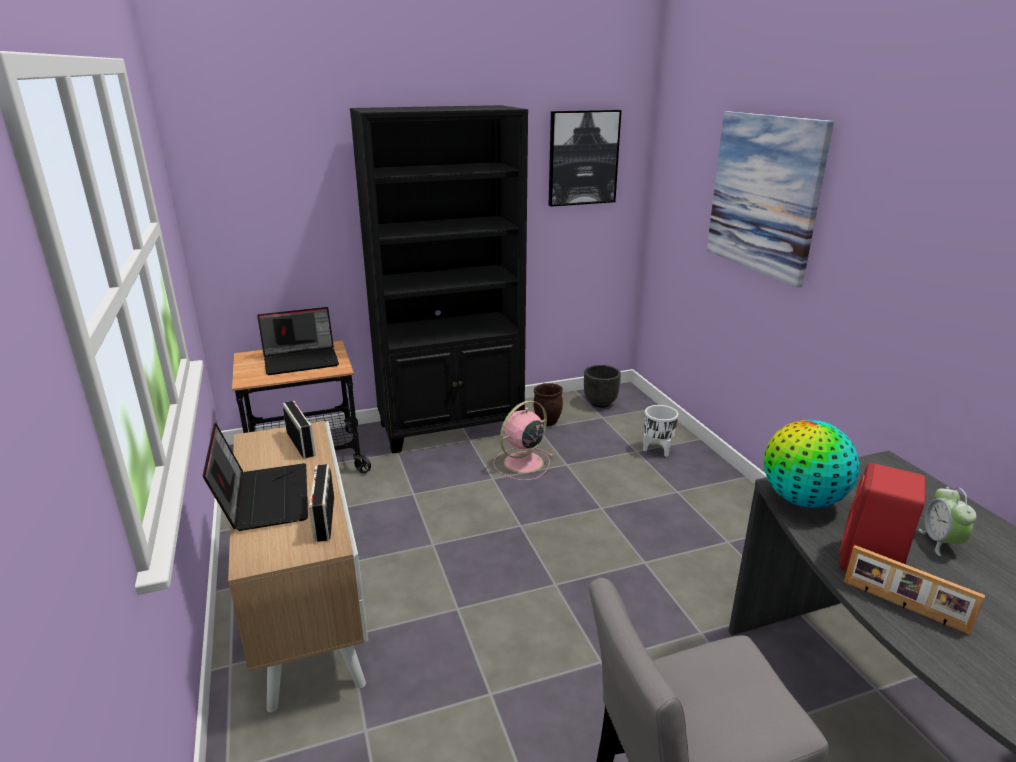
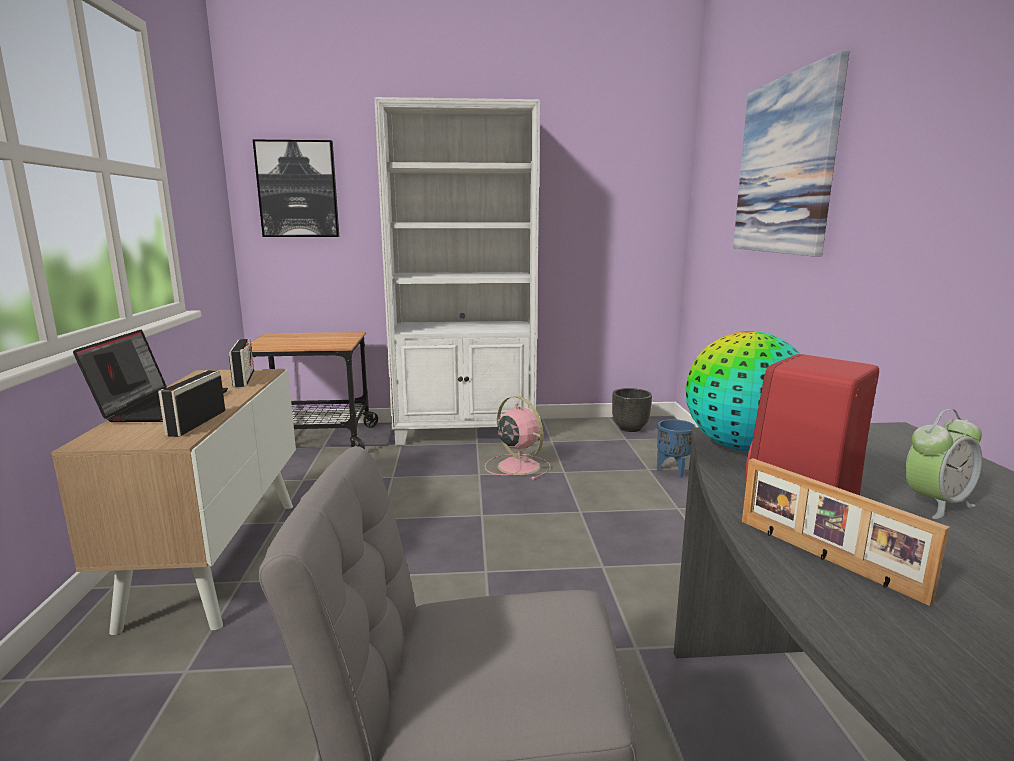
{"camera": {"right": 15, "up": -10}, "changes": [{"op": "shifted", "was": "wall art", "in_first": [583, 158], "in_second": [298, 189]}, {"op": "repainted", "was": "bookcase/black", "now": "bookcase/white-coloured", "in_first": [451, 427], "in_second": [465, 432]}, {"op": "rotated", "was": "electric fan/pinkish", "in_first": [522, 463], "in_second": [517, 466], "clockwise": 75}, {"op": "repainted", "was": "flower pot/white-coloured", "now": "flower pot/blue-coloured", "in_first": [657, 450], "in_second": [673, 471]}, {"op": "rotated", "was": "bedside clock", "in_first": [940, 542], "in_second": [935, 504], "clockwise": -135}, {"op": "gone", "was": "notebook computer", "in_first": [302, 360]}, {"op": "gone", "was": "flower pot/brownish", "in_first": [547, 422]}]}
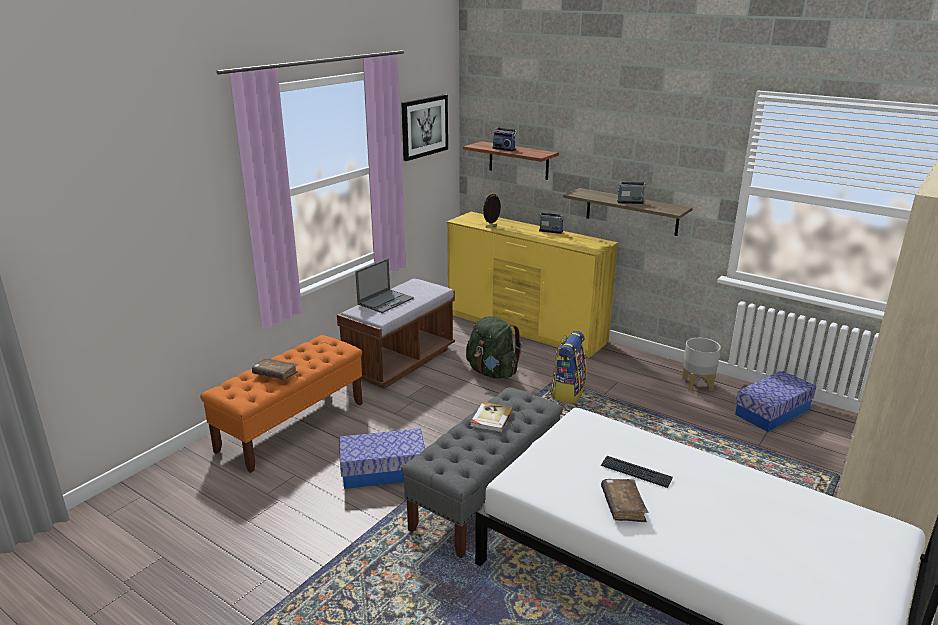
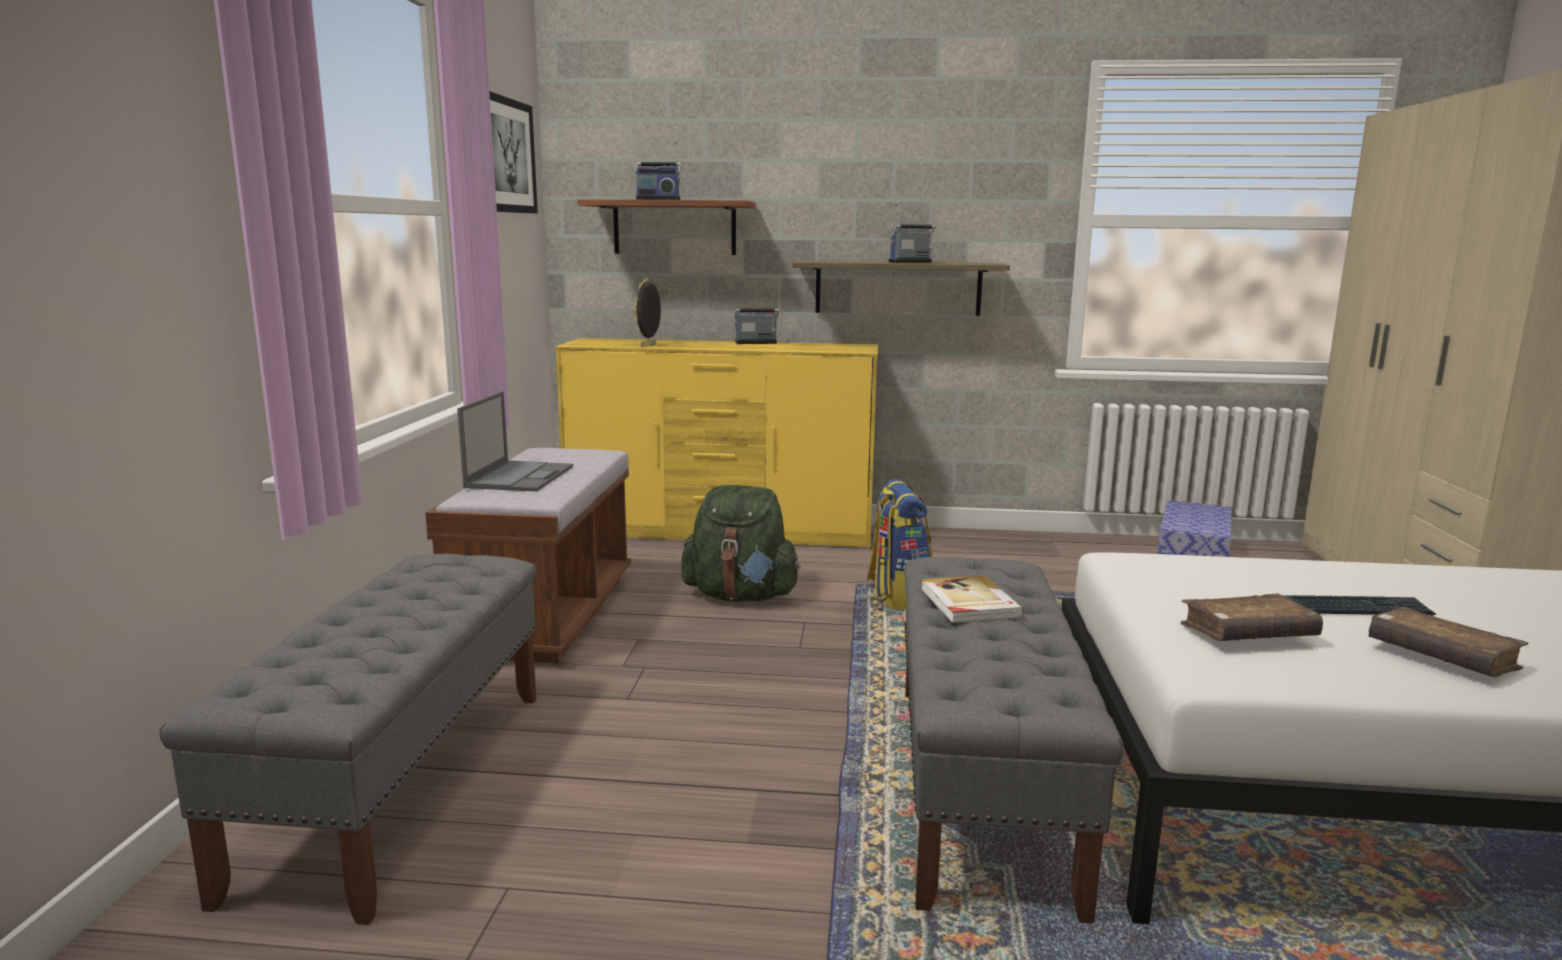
{"camera": {"right": -30, "up": -10}, "changes": [{"op": "repainted", "was": "indoor bench/orange", "now": "indoor bench/gray", "in_first": [292, 426], "in_second": [400, 784]}, {"op": "shifted", "was": "book/brownish", "in_first": [275, 374], "in_second": [1248, 634]}, {"op": "gone", "was": "storage bin", "in_first": [383, 471]}, {"op": "gone", "was": "flower pot/gray", "in_first": [697, 384]}]}
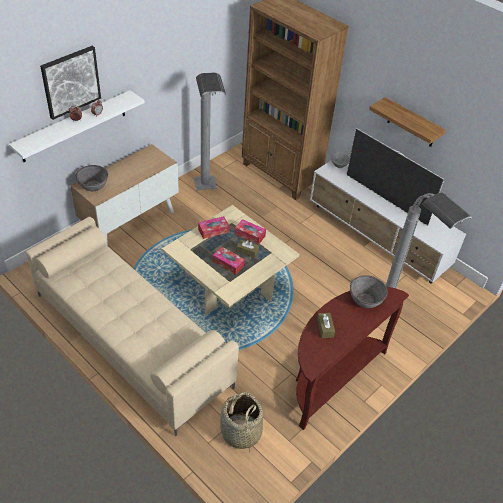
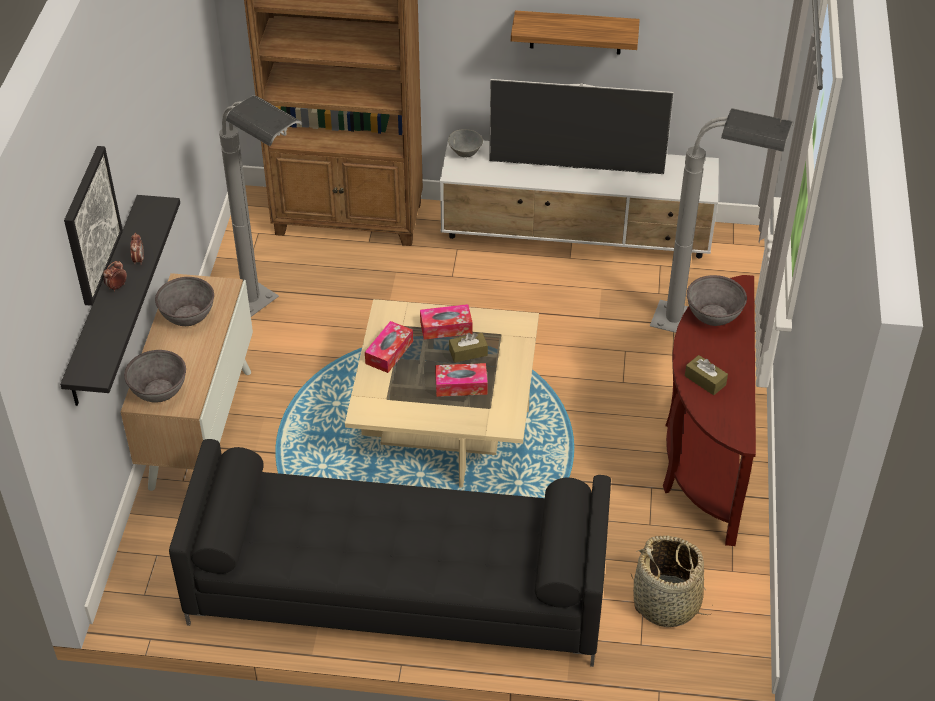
{"camera": {"right": -35, "up": 0}, "changes": [{"op": "repainted", "was": "wall shelf/white-coloured", "now": "wall shelf/black", "in_first": [74, 126], "in_second": [104, 302]}, {"op": "new", "now": "bowl/gray", "in_second": [188, 315]}, {"op": "repainted", "was": "couch/beige", "now": "couch/black", "in_first": [130, 340], "in_second": [396, 591]}]}
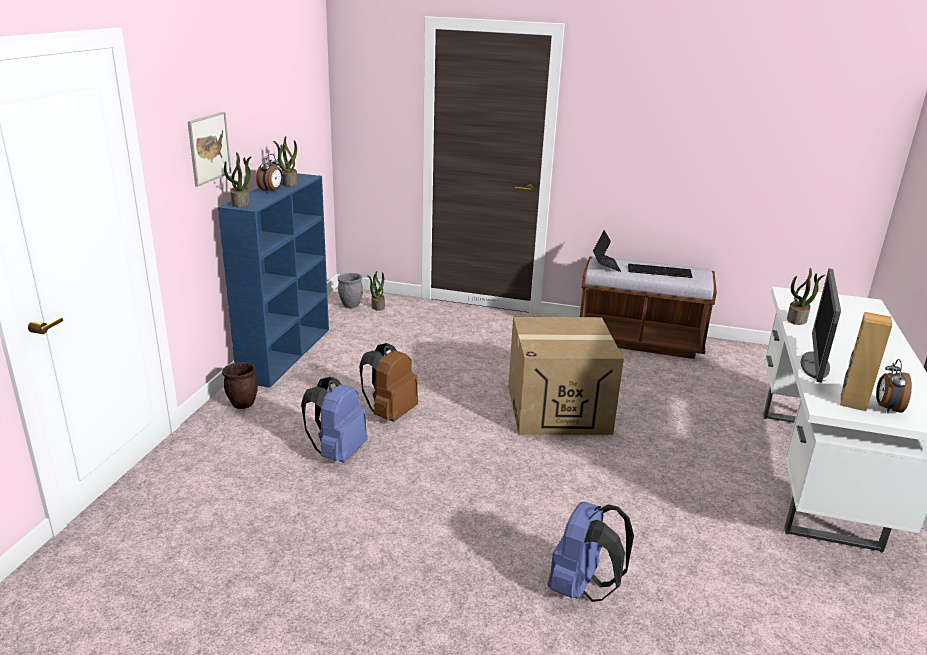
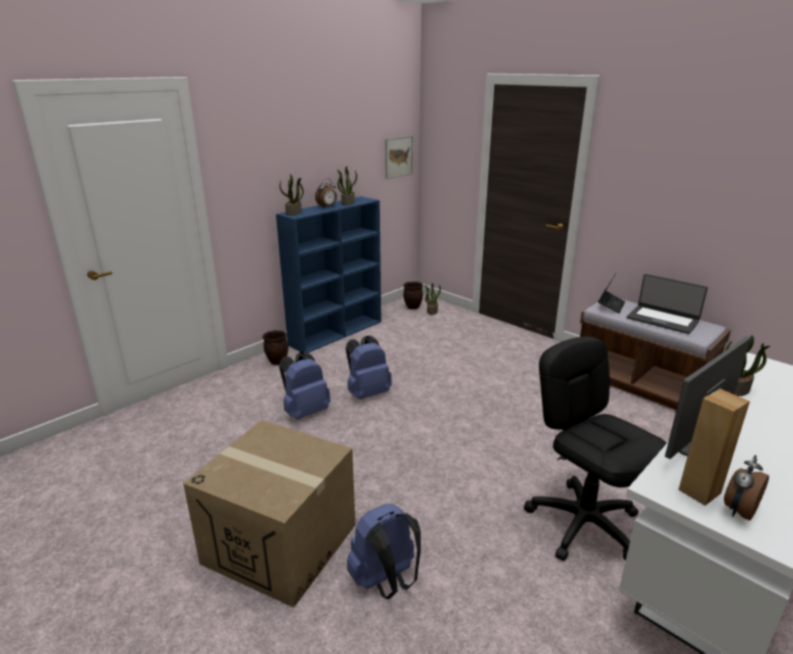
{"camera": {"right": 30, "up": 0}, "changes": [{"op": "shifted", "was": "carton", "in_first": [558, 409], "in_second": [281, 543]}, {"op": "repainted", "was": "backpack/brownish", "now": "backpack/blue-coloured", "in_first": [390, 413], "in_second": [367, 393]}, {"op": "shifted", "was": "wall art", "in_first": [209, 148], "in_second": [398, 157]}, {"op": "repainted", "was": "flower pot/gray", "now": "flower pot/brownish", "in_first": [350, 305], "in_second": [413, 307]}, {"op": "new", "now": "desk chair/black", "in_second": [583, 523]}, {"op": "swapped", "was": "keyboard", "now": "notebook computer", "in_first": [660, 271], "in_second": [662, 319]}]}
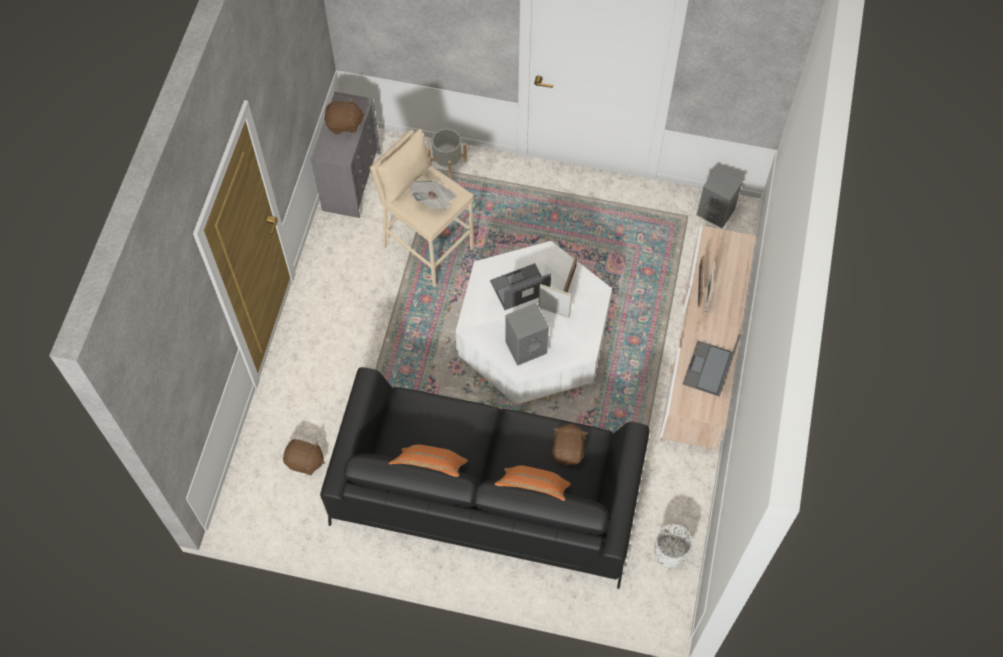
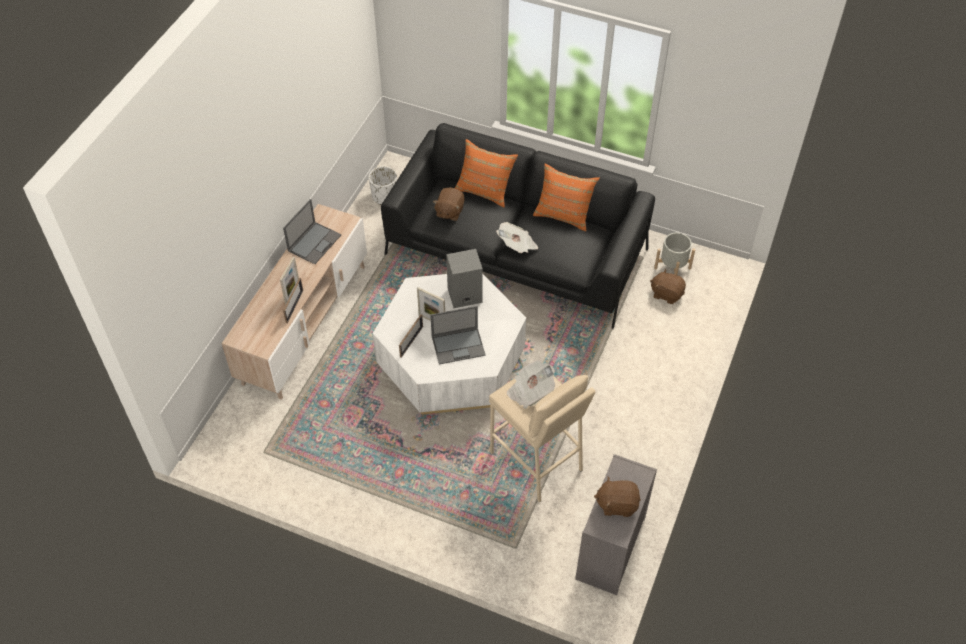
{"camera": {"right": -170, "up": -10}, "changes": [{"op": "new", "now": "printed paper", "in_second": [517, 245]}, {"op": "shifted", "was": "flower pot/gray", "in_first": [447, 164], "in_second": [672, 268]}, {"op": "gone", "was": "speaker/gray", "in_first": [716, 212]}]}
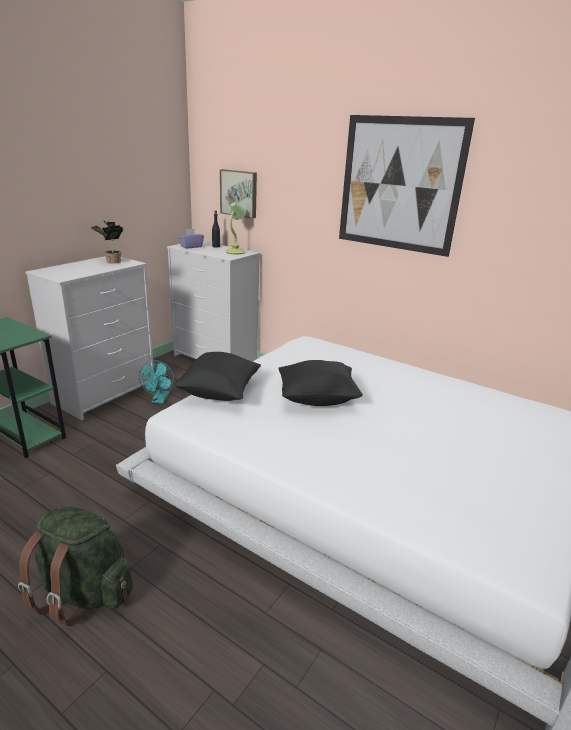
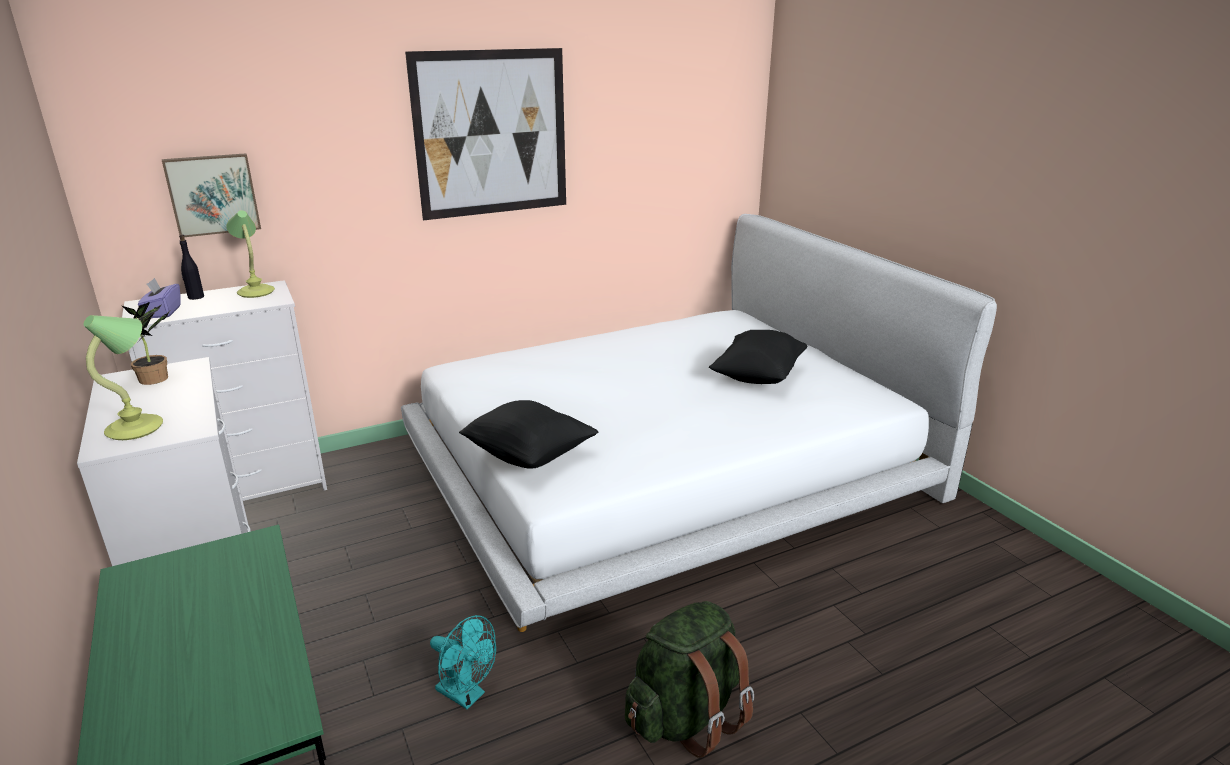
{"camera": {"right": -60, "up": 0}, "changes": [{"op": "new", "now": "table lamp", "in_second": [137, 428]}, {"op": "shifted", "was": "electric fan/turquoise-coloured", "in_first": [159, 400], "in_second": [466, 695]}, {"op": "shifted", "was": "pillow/black", "in_first": [317, 399], "in_second": [757, 376]}]}
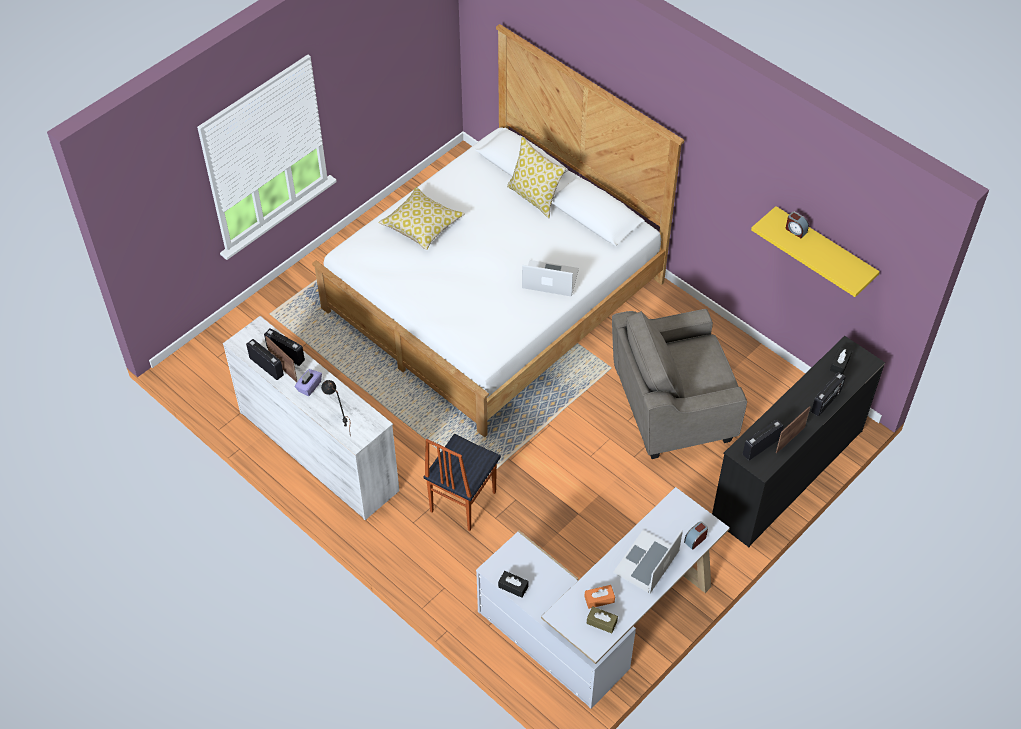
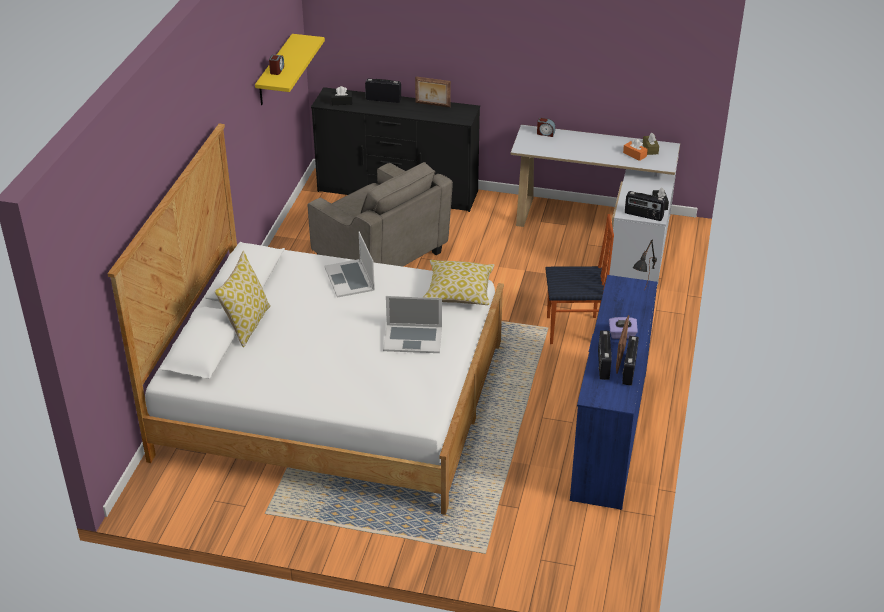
{"camera": {"right": -120, "up": -15}, "changes": [{"op": "shifted", "was": "notebook computer", "in_first": [647, 562], "in_second": [413, 338]}, {"op": "shifted", "was": "pillow", "in_first": [422, 226], "in_second": [458, 292]}, {"op": "repainted", "was": "dresser/white-coloured", "now": "dresser/blue-coloured", "in_first": [318, 450], "in_second": [608, 435]}, {"op": "shifted", "was": "radio receiver", "in_first": [760, 446], "in_second": [643, 215]}]}
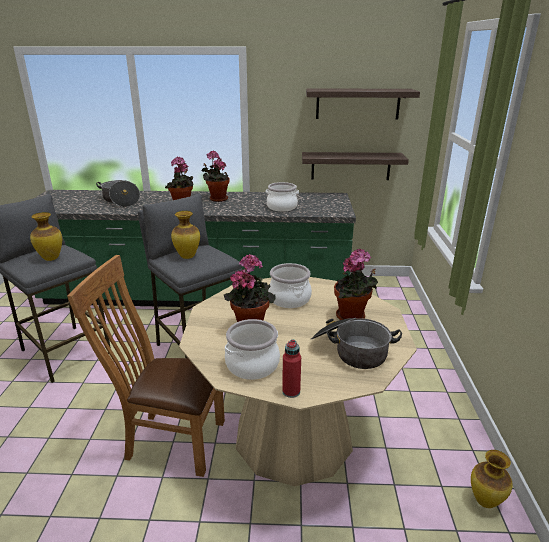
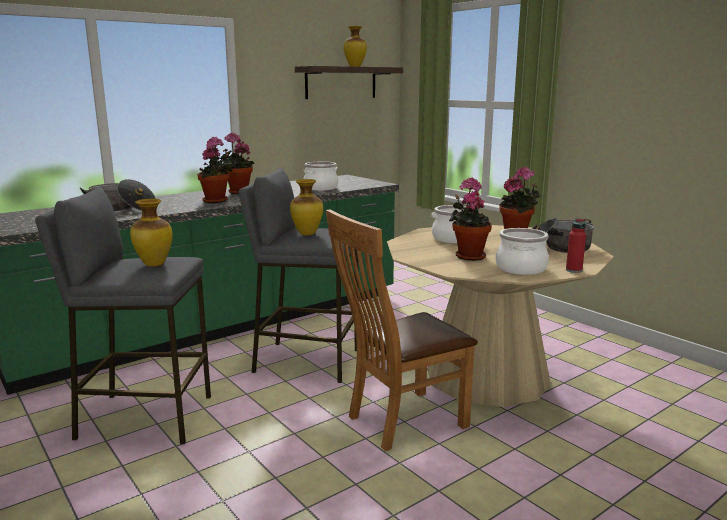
{"camera": {"right": -40, "up": -10}, "changes": [{"op": "shifted", "was": "decorative vase", "in_first": [485, 502], "in_second": [355, 66]}, {"op": "gone", "was": "wall shelf", "in_first": [350, 166]}]}
